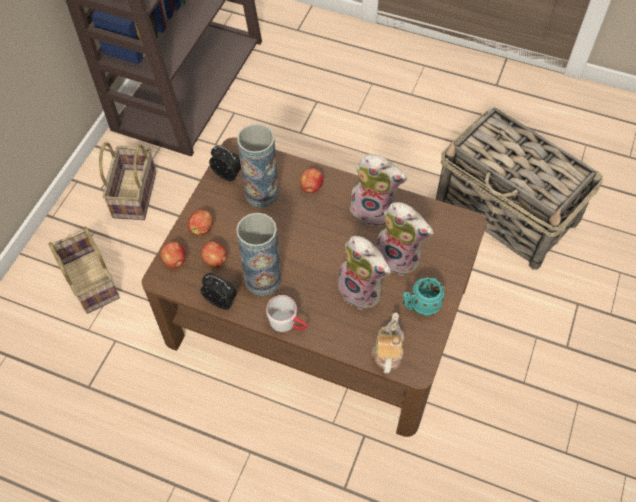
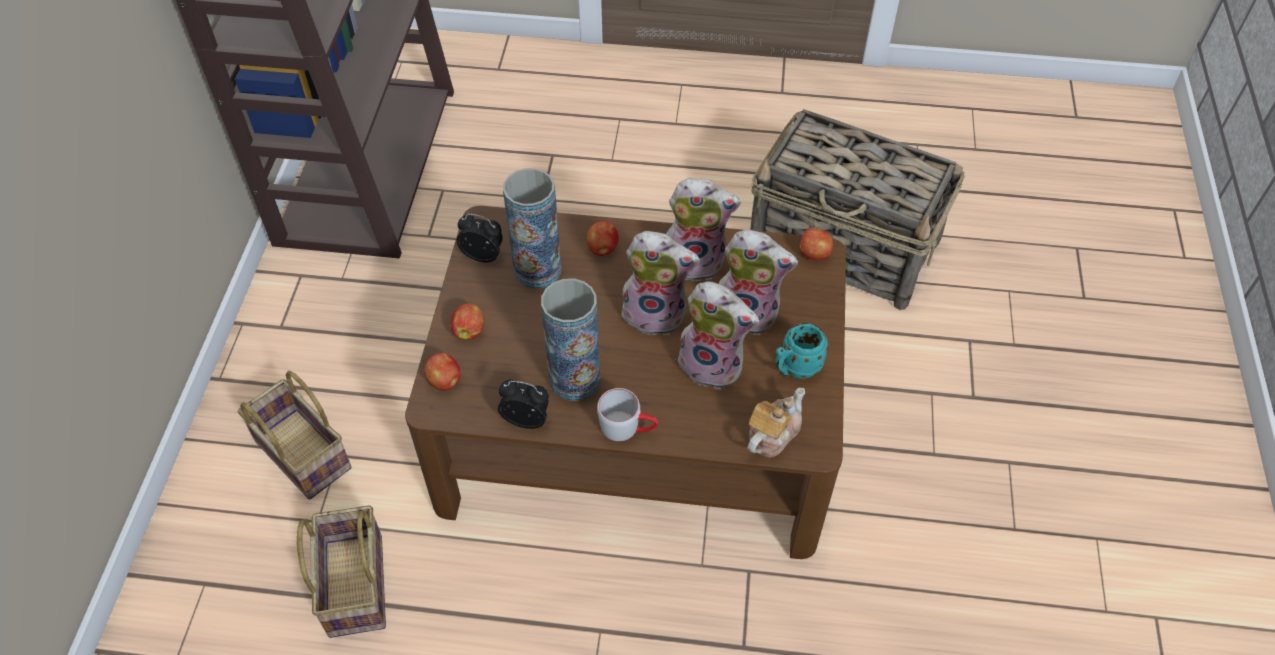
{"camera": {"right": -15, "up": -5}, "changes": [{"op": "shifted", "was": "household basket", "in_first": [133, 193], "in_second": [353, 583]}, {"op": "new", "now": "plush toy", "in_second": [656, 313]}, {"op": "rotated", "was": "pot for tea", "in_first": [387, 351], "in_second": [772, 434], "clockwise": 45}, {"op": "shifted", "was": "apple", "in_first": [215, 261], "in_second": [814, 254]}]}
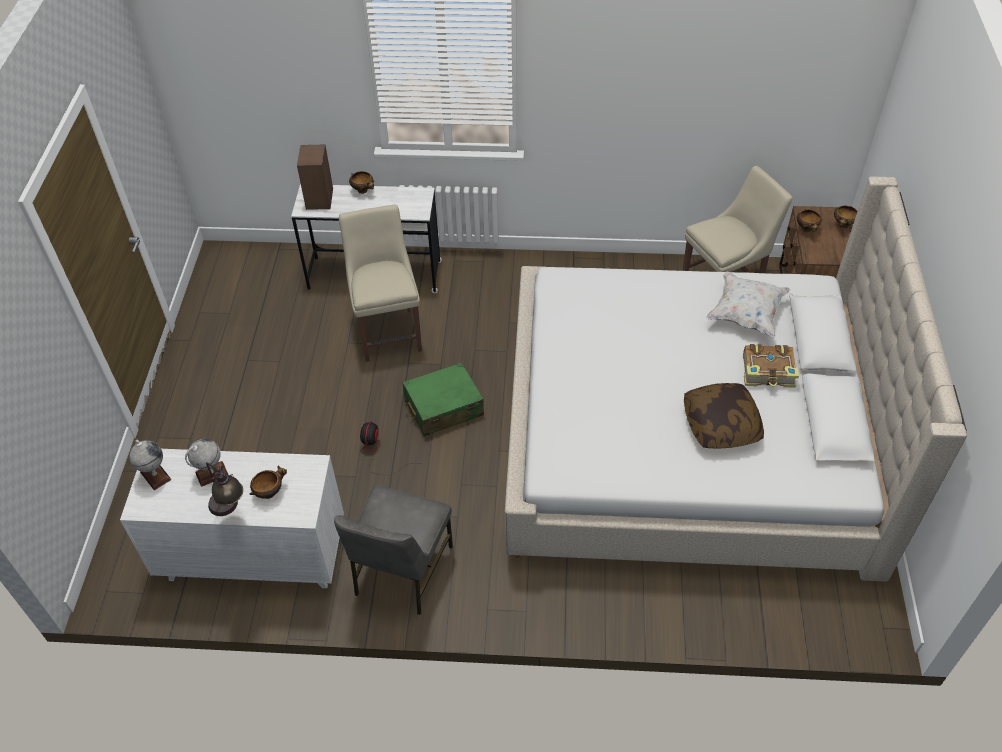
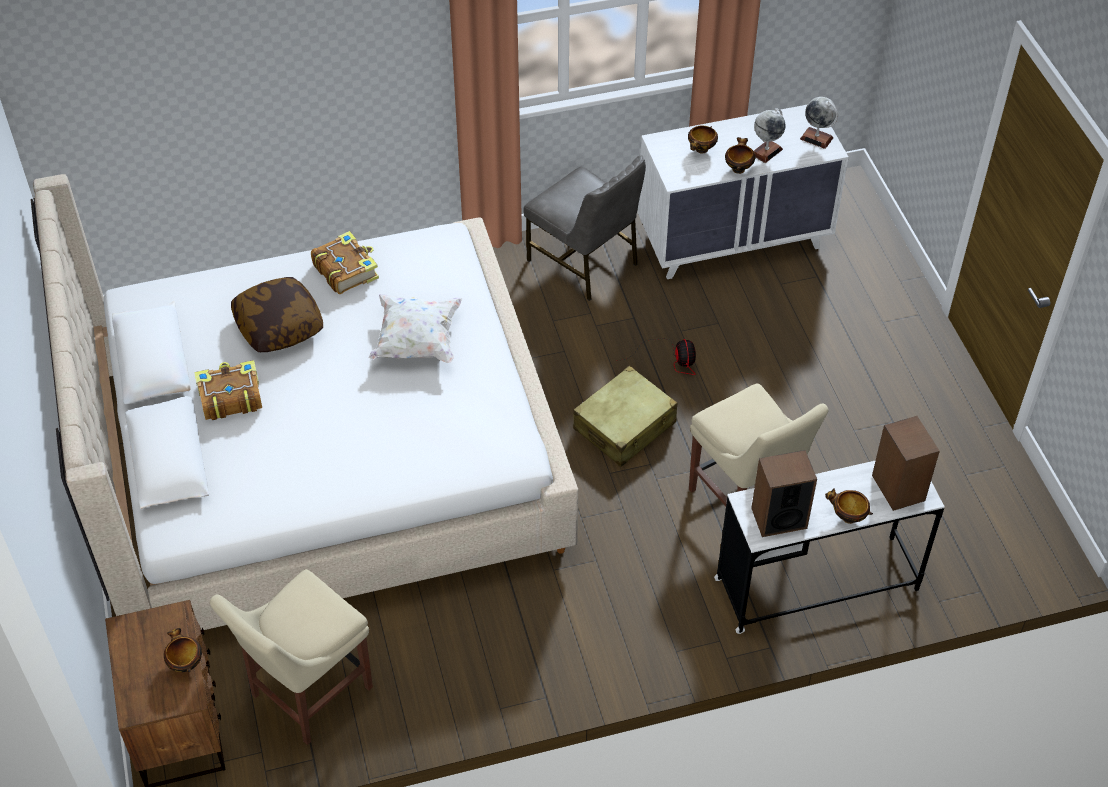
{"camera": {"right": 160, "up": 0}, "changes": [{"op": "new", "now": "book", "in_second": [346, 270]}, {"op": "shifted", "was": "pillow/white-coloured", "in_first": [746, 314], "in_second": [417, 341]}, {"op": "rotated", "was": "plain chair/gray", "in_first": [401, 571], "in_second": [584, 262], "clockwise": 135}, {"op": "repainted", "was": "suitcase/green", "now": "suitcase/beige", "in_first": [443, 407], "in_second": [625, 426]}, {"op": "shifted", "was": "bowl", "in_first": [843, 225], "in_second": [738, 168]}, {"op": "new", "now": "speaker", "in_second": [778, 518]}, {"op": "gone", "was": "table lamp", "in_first": [230, 510]}]}
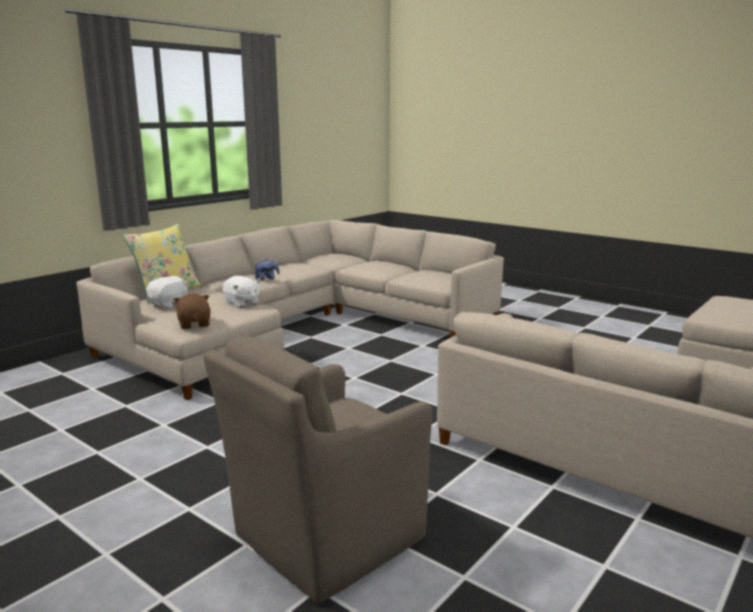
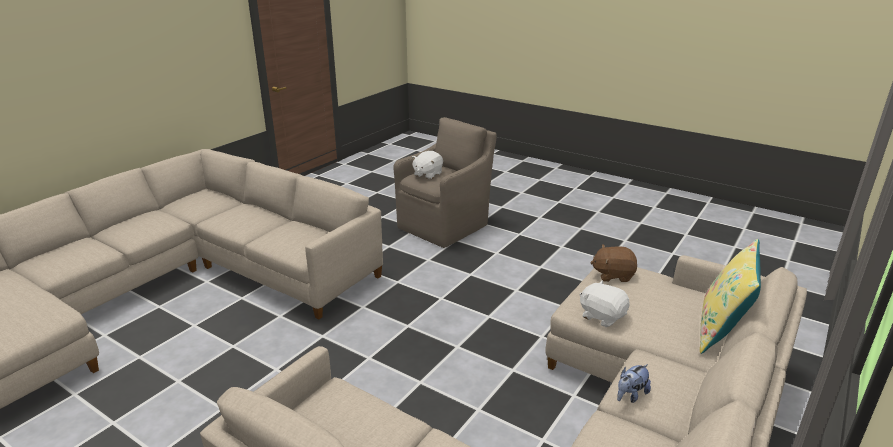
{"camera": {"right": 175, "up": 10}, "changes": [{"op": "shifted", "was": "plush toy/white-coloured", "in_first": [169, 304], "in_second": [427, 174]}, {"op": "rotated", "was": "plush toy/brownish", "in_first": [194, 324], "in_second": [613, 275], "clockwise": 120}]}
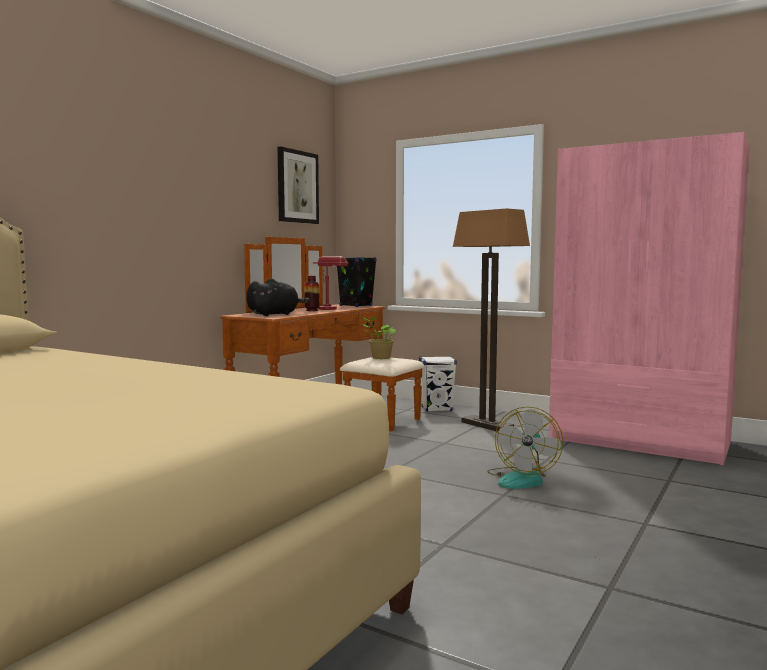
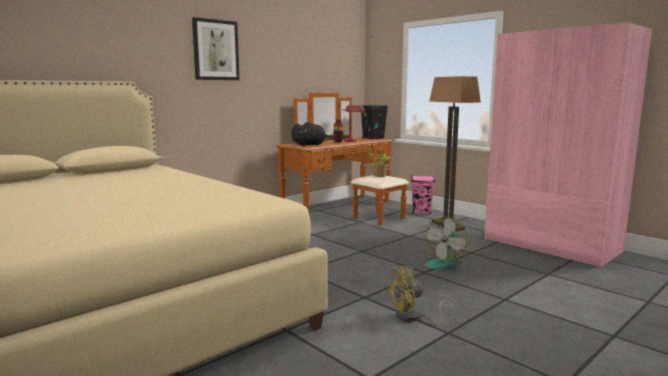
{"camera": {"right": 15, "up": 5}, "changes": [{"op": "shifted", "was": "wall art", "in_first": [297, 187], "in_second": [215, 50]}, {"op": "new", "now": "electric fan/yellow-coloured", "in_second": [413, 318]}, {"op": "repainted", "was": "speaker/white-coloured", "now": "speaker/pinkish", "in_first": [437, 409], "in_second": [421, 212]}]}
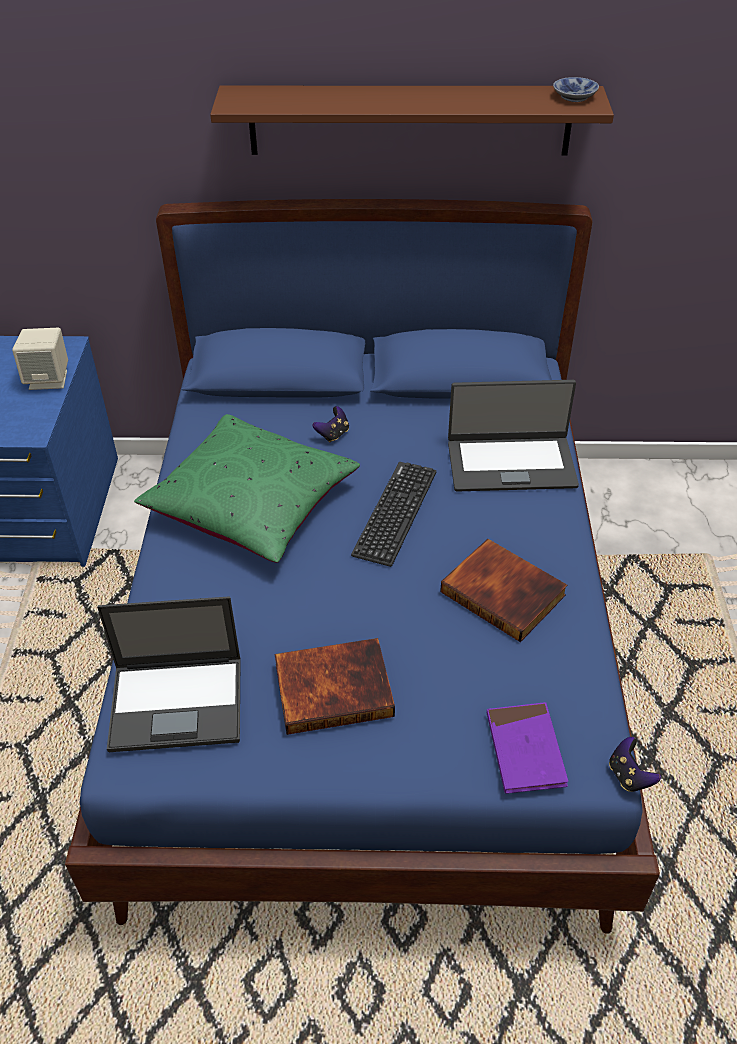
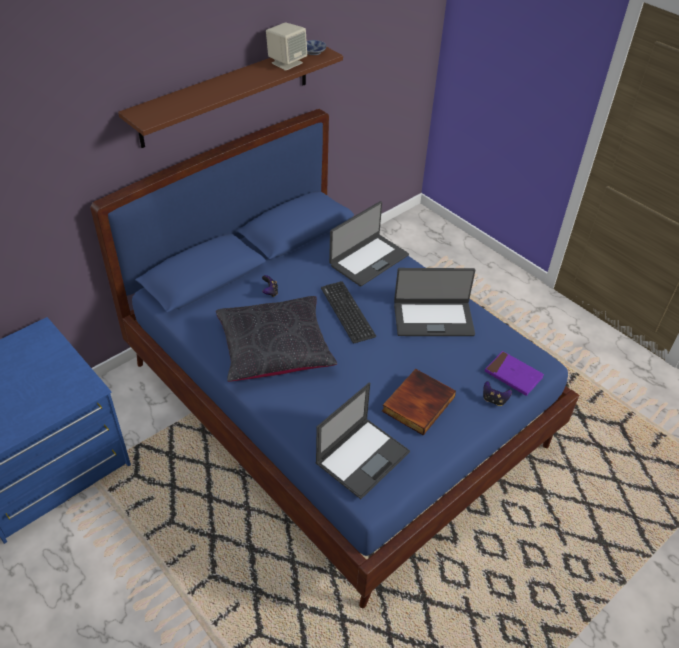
{"camera": {"right": -45, "up": 0}, "changes": [{"op": "repainted", "was": "pillow/green", "now": "pillow/black", "in_first": [251, 504], "in_second": [275, 349]}, {"op": "shifted", "was": "speaker/beige", "in_first": [49, 379], "in_second": [287, 63]}, {"op": "swapped", "was": "book", "now": "notebook computer", "in_first": [504, 592], "in_second": [433, 318]}, {"op": "shifted", "was": "joypad", "in_first": [629, 776], "in_second": [494, 400]}]}
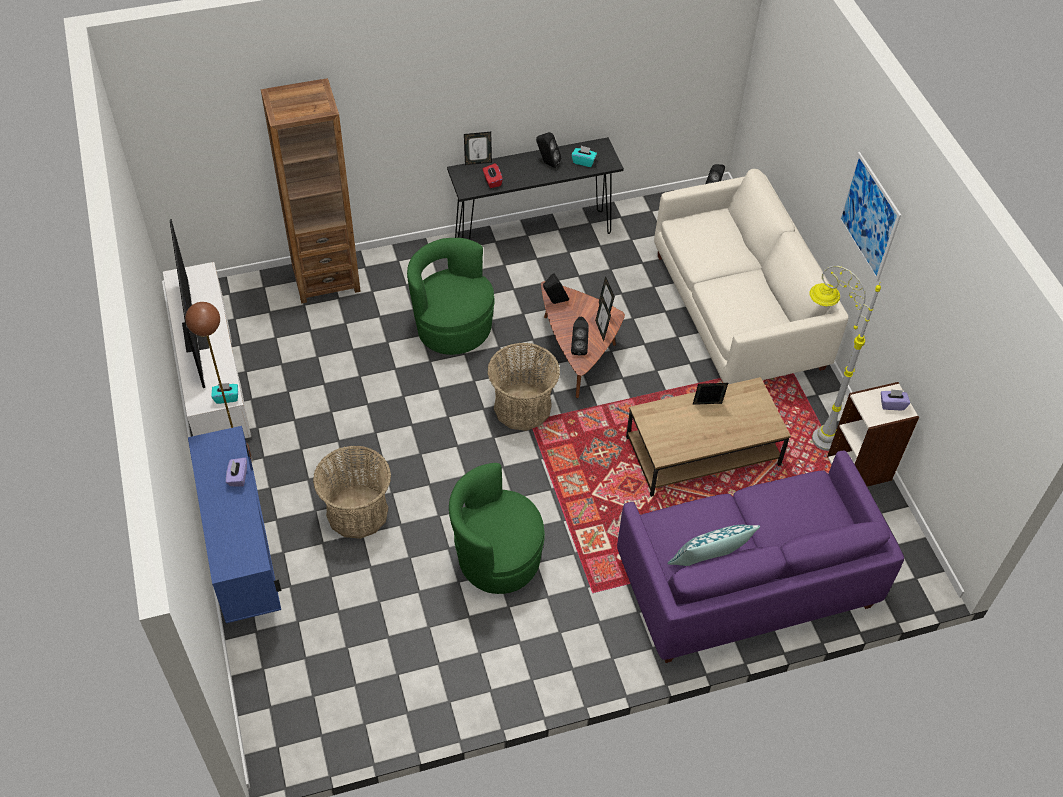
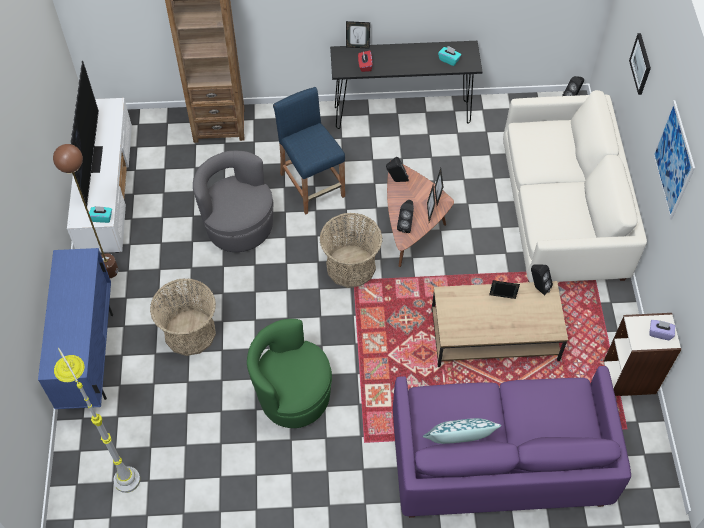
{"camera": {"right": 15, "up": 5}, "changes": [{"op": "shifted", "was": "standing lamp/gray", "in_first": [806, 426], "in_second": [117, 462]}, {"op": "new", "now": "easy chair/gray", "in_second": [239, 226]}, {"op": "swapped", "was": "easy chair/green", "now": "stool seat/blue-coloured", "in_first": [453, 327], "in_second": [312, 185]}, {"op": "shifted", "was": "speaker/black", "in_first": [547, 163], "in_second": [538, 287]}, {"op": "new", "now": "wall art", "in_second": [641, 64]}, {"op": "gone", "was": "tissue holder/purple-coloured", "in_first": [238, 477]}]}
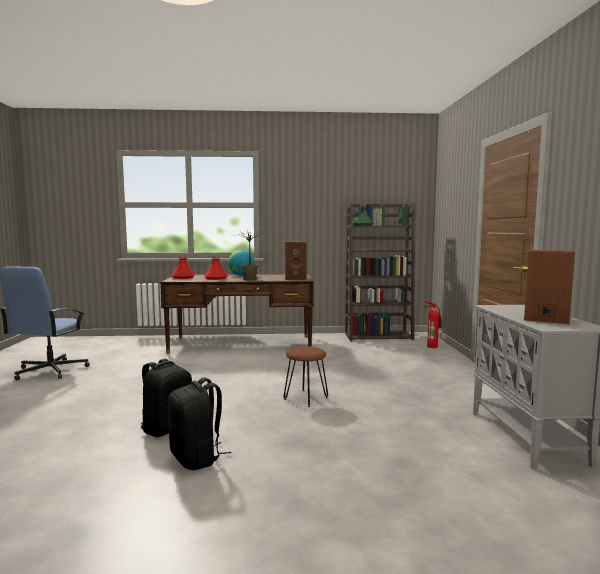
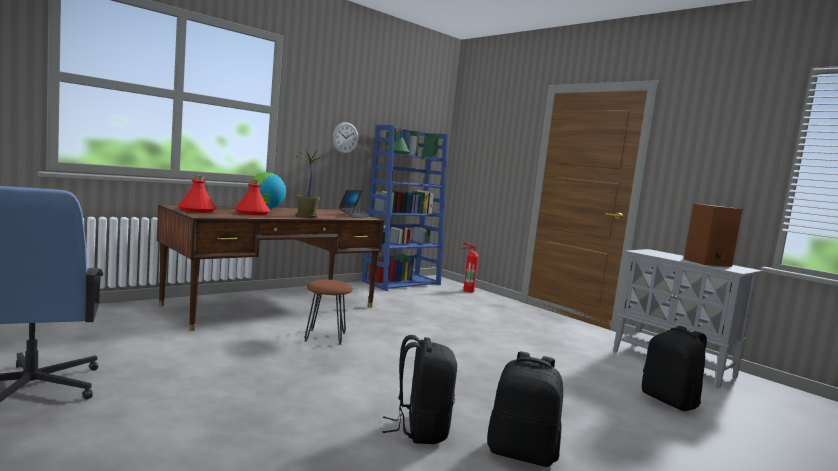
{"camera": {"right": -40, "up": 0}, "changes": [{"op": "shifted", "was": "stool seat/brownish", "in_first": [305, 398], "in_second": [325, 337]}, {"op": "new", "now": "wall clock", "in_second": [345, 138]}, {"op": "swapped", "was": "speaker/brownish", "now": "notebook computer", "in_first": [296, 278], "in_second": [354, 216]}, {"op": "repainted", "was": "bookcase/brownish", "now": "bookcase/blue-coloured", "in_first": [379, 336], "in_second": [402, 283]}, {"op": "new", "now": "backpack/black", "in_second": [670, 401]}]}
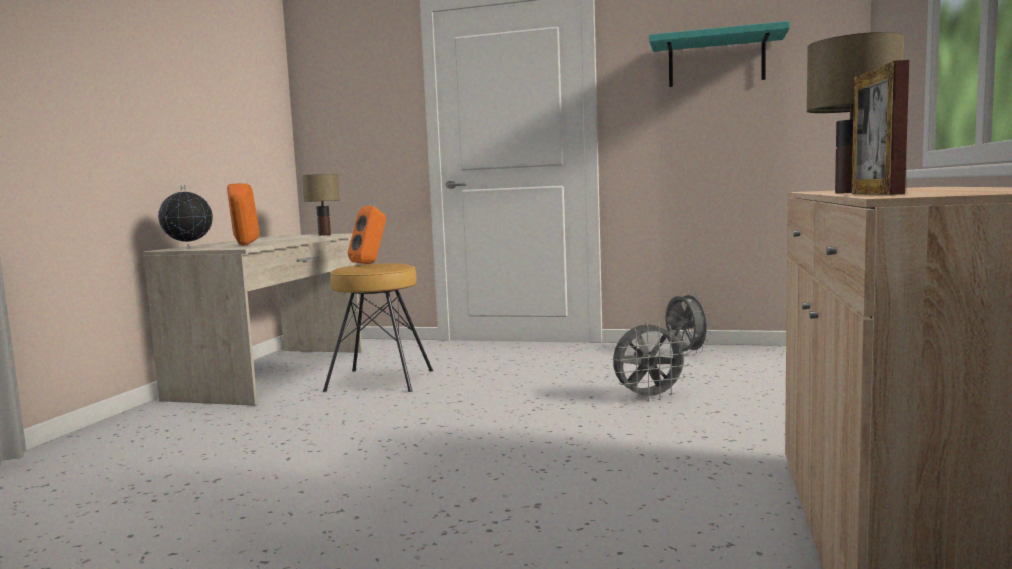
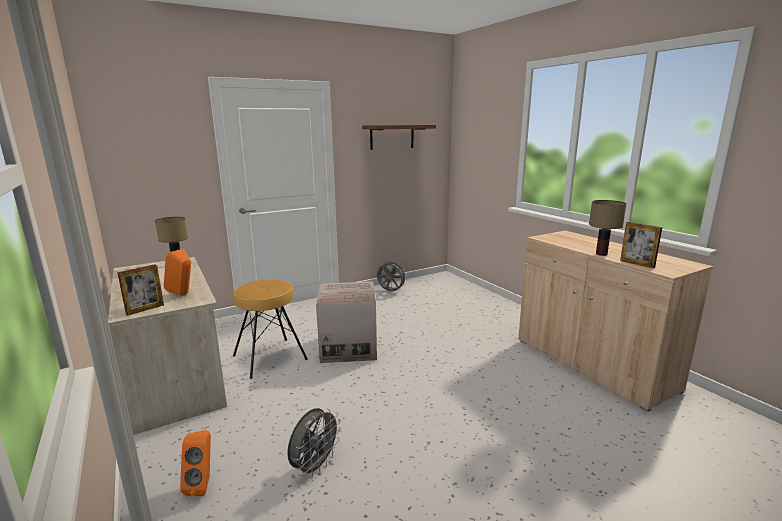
{"camera": {"right": -45, "up": 10}, "changes": [{"op": "swapped", "was": "world globe", "now": "standing frame", "in_first": [189, 248], "in_second": [145, 309]}, {"op": "shifted", "was": "speaker/orange", "in_first": [370, 263], "in_second": [203, 484]}, {"op": "shifted", "was": "electric fan/gray", "in_first": [649, 398], "in_second": [315, 466]}, {"op": "new", "now": "carton", "in_second": [348, 347]}, {"op": "repainted", "was": "wall shelf/turquoise-coloured", "now": "wall shelf/brownish", "in_first": [716, 61], "in_second": [392, 137]}]}
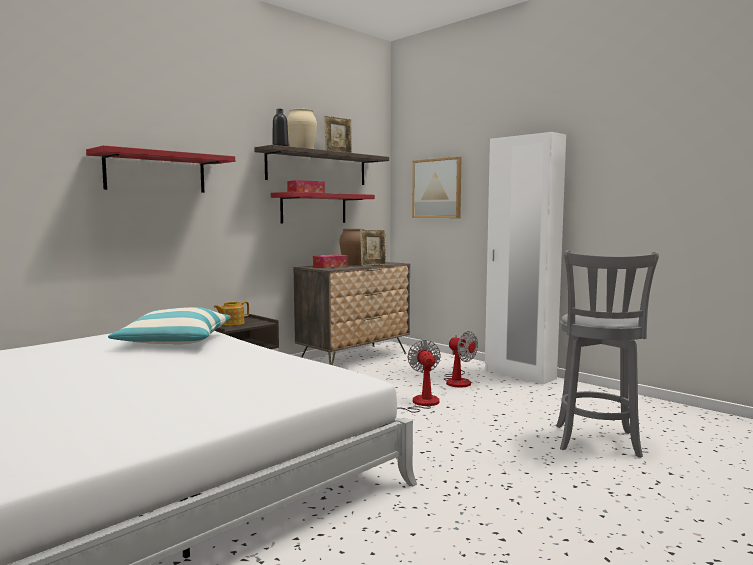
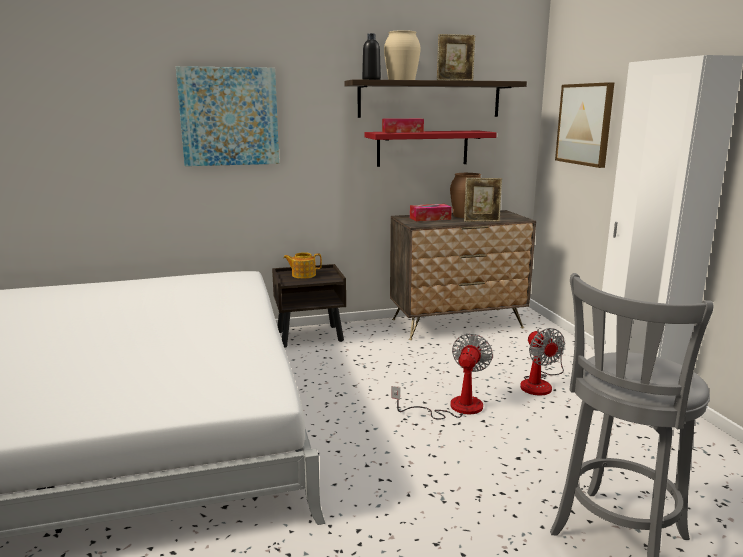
{"camera": {"right": 30, "up": 10}, "changes": [{"op": "swapped", "was": "wall shelf/red-coloured", "now": "wall art", "in_first": [156, 172], "in_second": [229, 117]}, {"op": "gone", "was": "pillow", "in_first": [174, 341]}]}
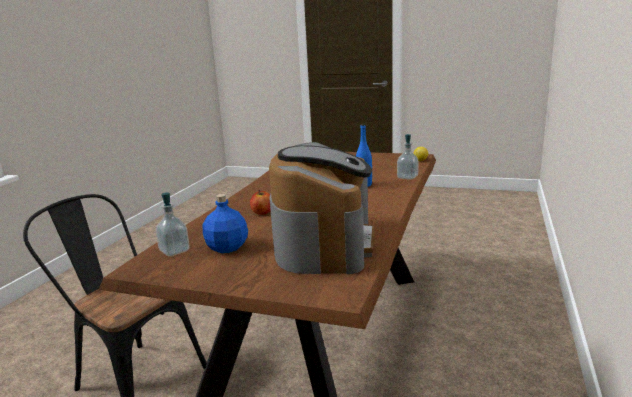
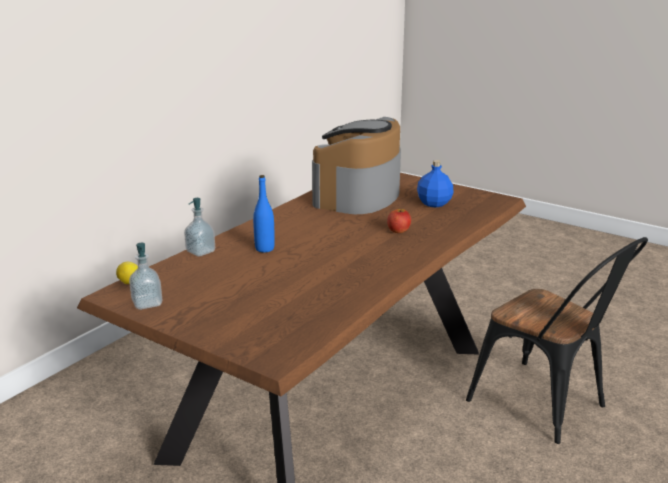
{"camera": {"right": -165, "up": 5}, "changes": [{"op": "shifted", "was": "soap dispenser", "in_first": [174, 251], "in_second": [147, 303]}]}
